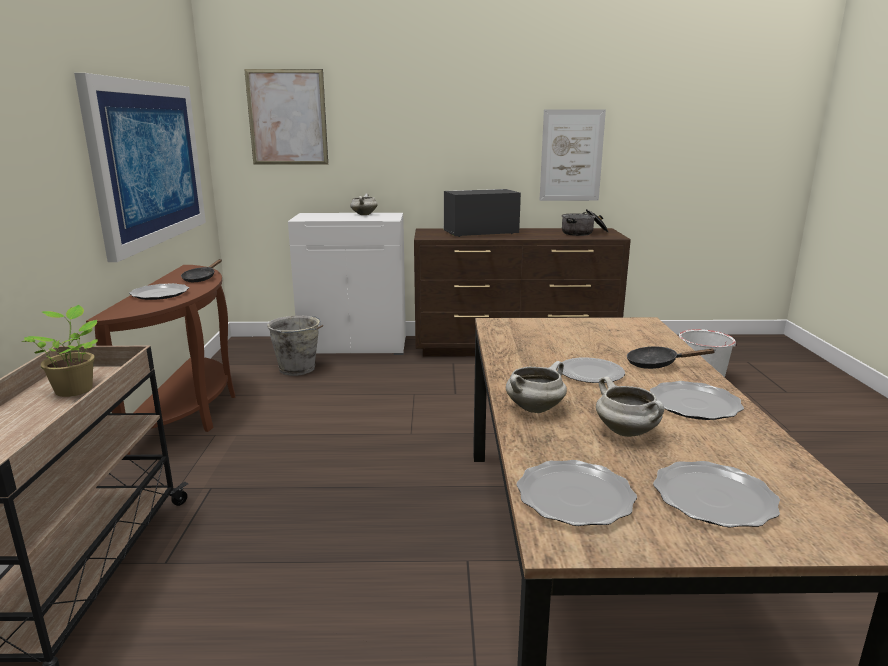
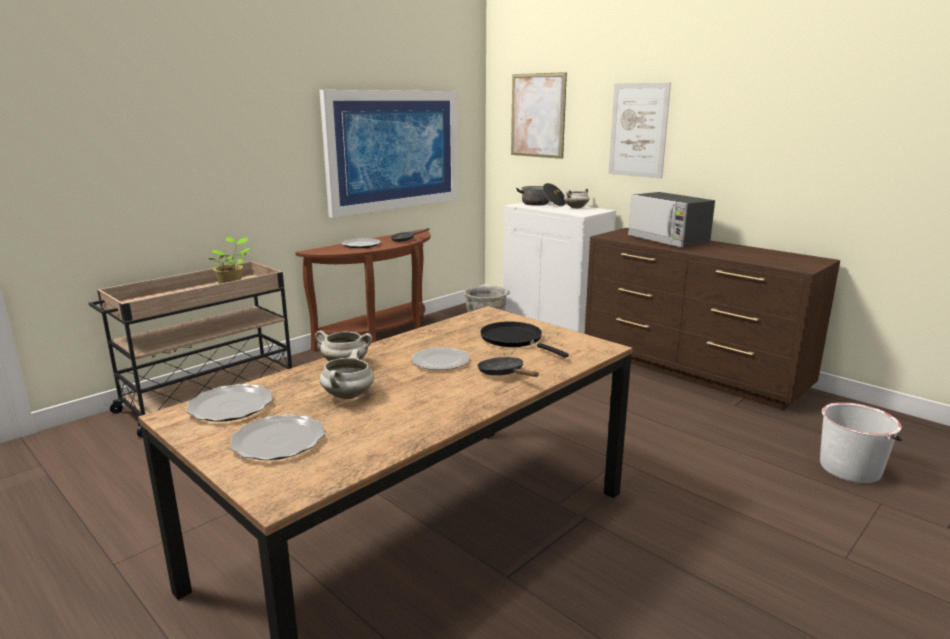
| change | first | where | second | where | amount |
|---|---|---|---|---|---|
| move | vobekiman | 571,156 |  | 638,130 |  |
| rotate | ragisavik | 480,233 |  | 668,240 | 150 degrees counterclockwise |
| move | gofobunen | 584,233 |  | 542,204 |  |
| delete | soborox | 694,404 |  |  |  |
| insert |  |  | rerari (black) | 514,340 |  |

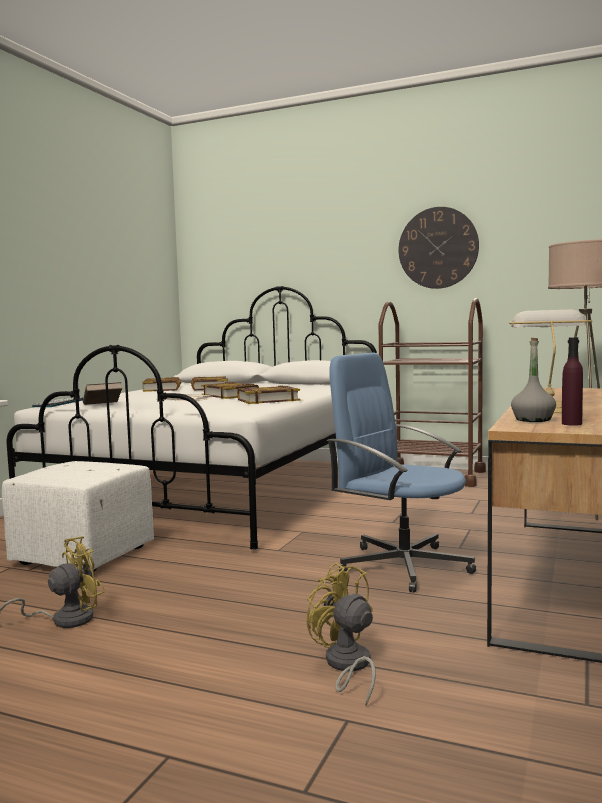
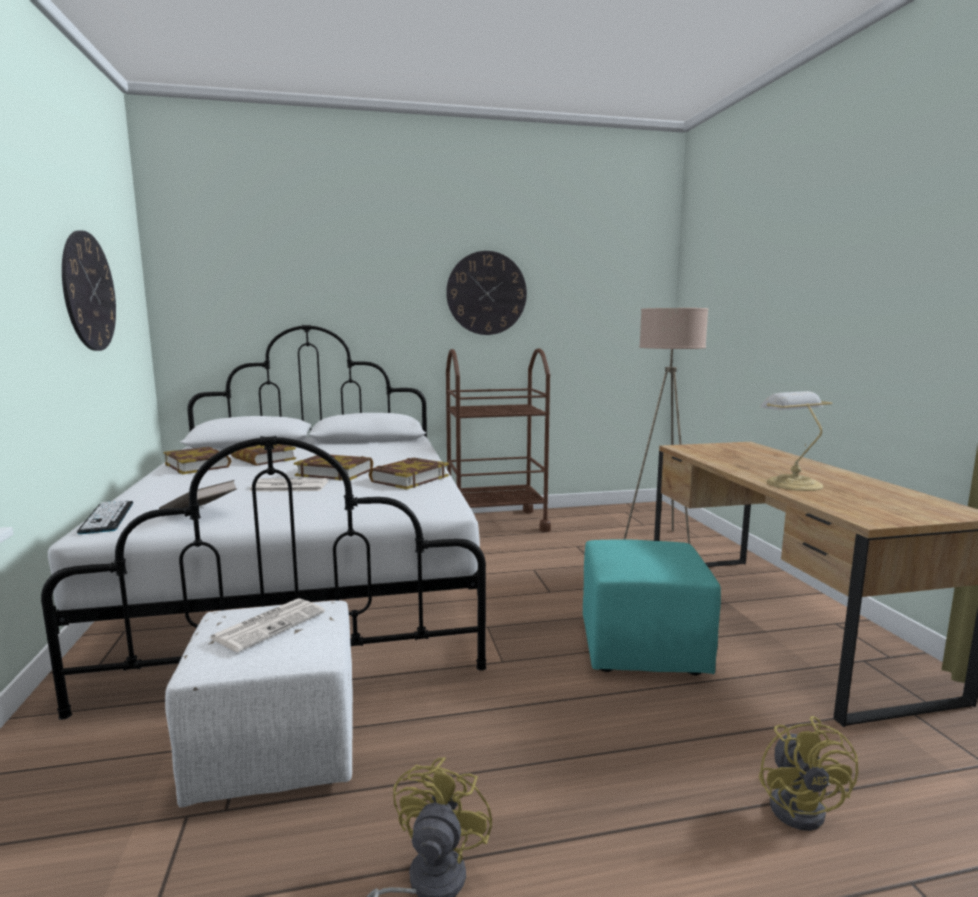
| change | first | where | second | where | amount |
|---|---|---|---|---|---|
| delete | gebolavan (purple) | 571,424 |  |  |  |
| delete | gebolavan (grey) | 533,419 |  |  |  |
| replace | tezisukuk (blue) | 402,565 | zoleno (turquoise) | 641,647 |  |
| rotate | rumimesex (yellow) | 346,666 |  | 802,806 | 105 degrees counterclockwise |
| insert |  |  | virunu | 89,292 |  |
| insert |  |  | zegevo | 269,624 |  |

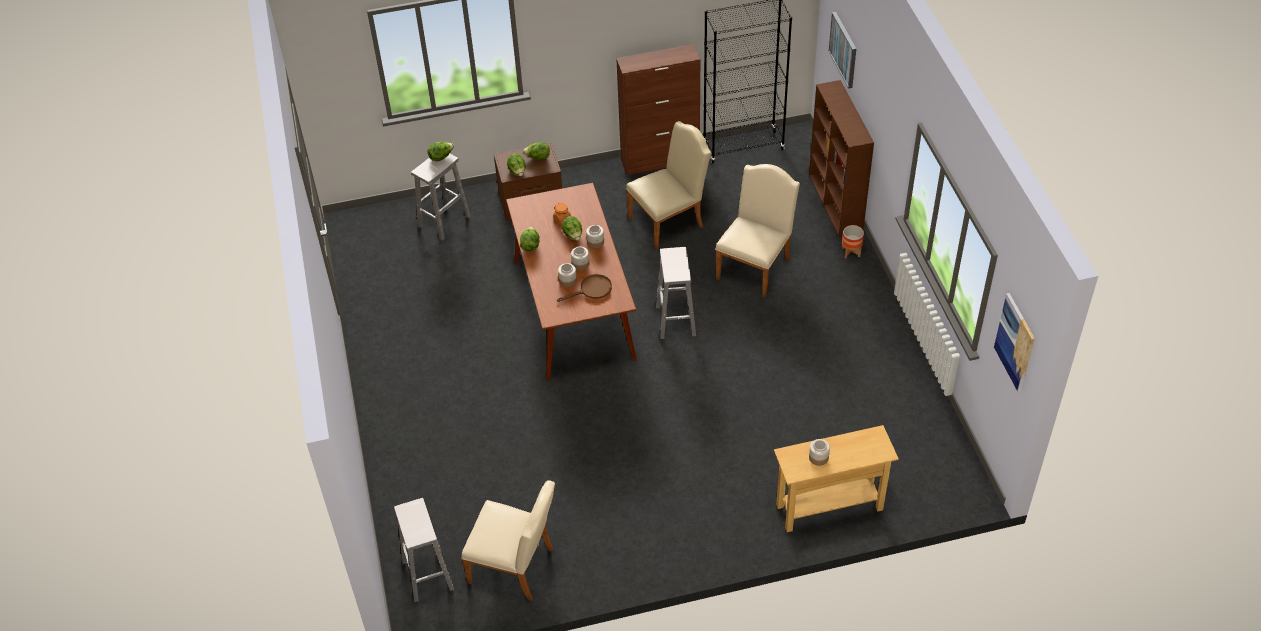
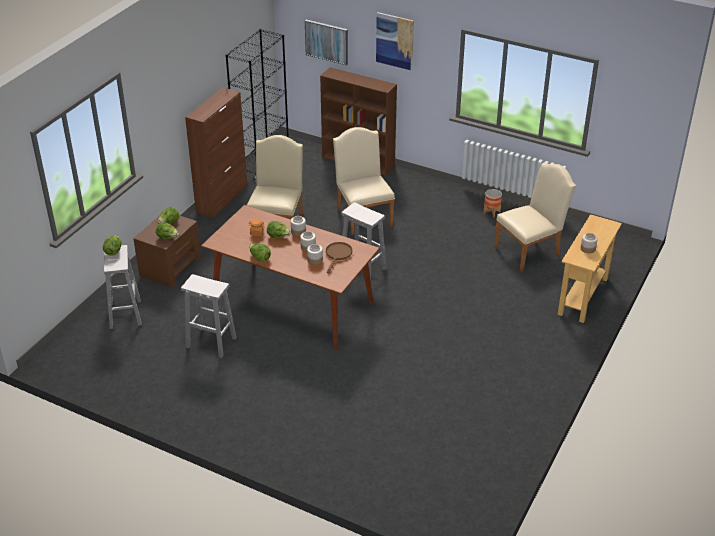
| change | first | where | second | where | amount |
|---|---|---|---|---|---|
| move | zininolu | 851,252 |  | 491,212 |  |
| move | vobekiman | 1015,342 |  | 395,41 |  |
| move | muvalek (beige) | 516,567 |  | 530,250 |  |
| move | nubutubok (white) | 427,574 |  | 210,342 |  |

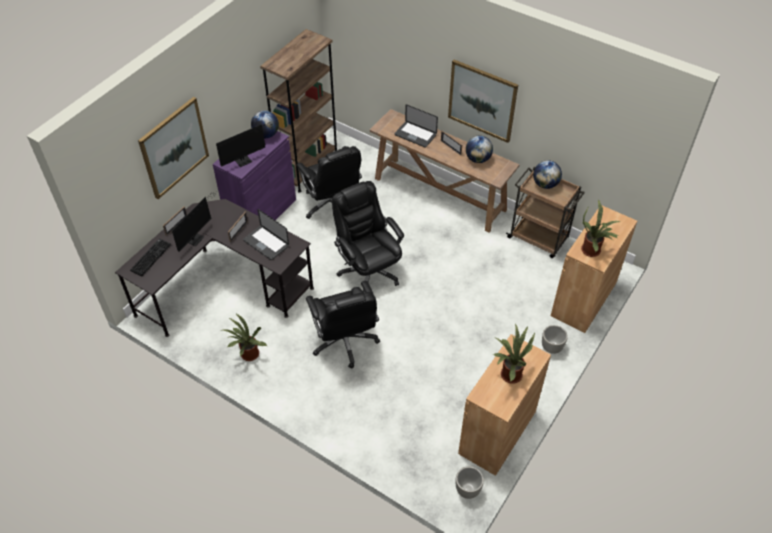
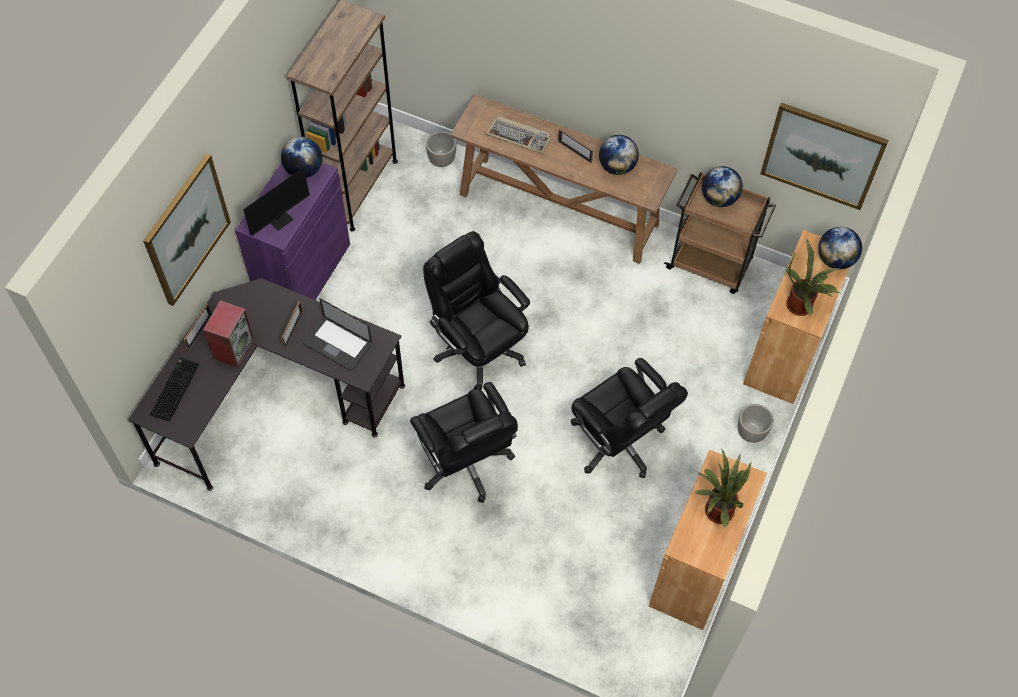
| change | first | where | second | where | amount |
|---|---|---|---|---|---|
| move | vobekiman | 482,100 |  | 822,155 |  |
| replace | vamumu | 415,135 | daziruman | 519,136 |  |
| move | tezisukuk (black) | 332,205 |  | 618,442 |  |
| replace | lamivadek | 196,237 | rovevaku | 233,347 |  |
| delete | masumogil | 248,355 |  |  |  |
| move | zininolu (grey) | 468,490 |  | 442,160 |  |
| insert |  |  | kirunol | 835,259 |  |

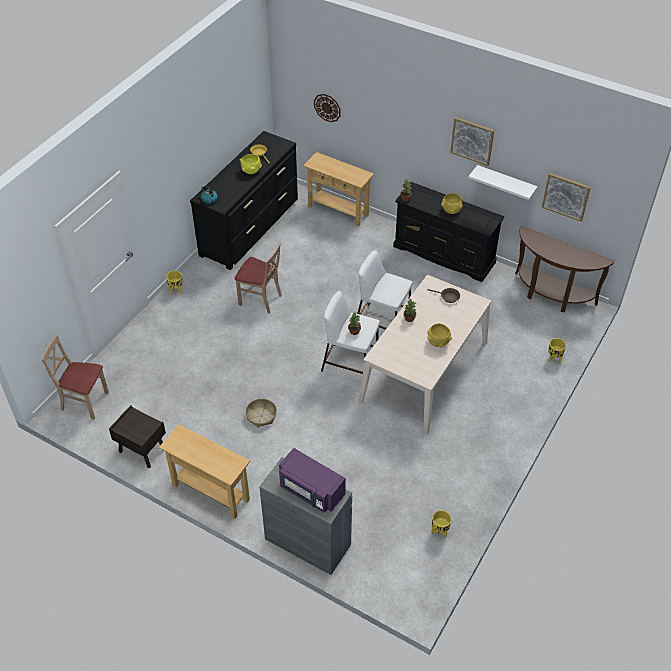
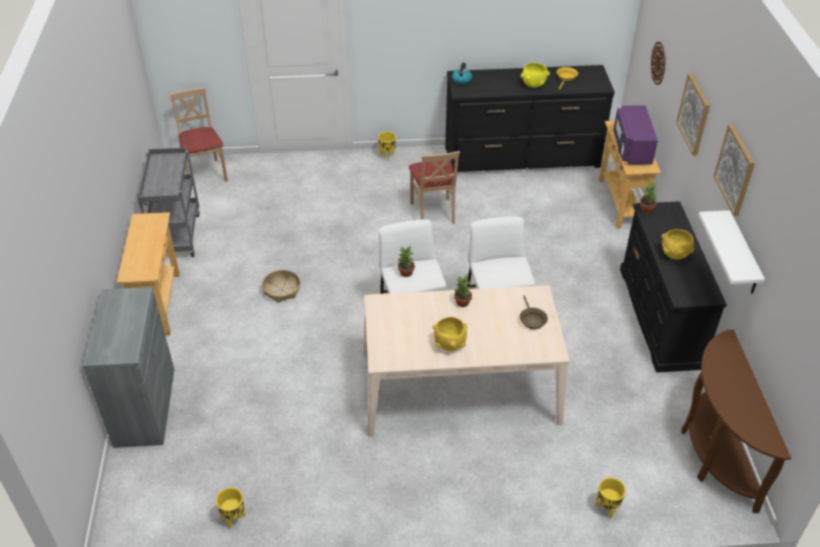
| change | first | where | second | where | amount |
|---|---|---|---|---|---|
| move | vobekiman | 566,196 |  | 694,114 |  |
| replace | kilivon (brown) | 142,450 | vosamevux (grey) | 176,234 |  |
| move | ragisavik (purple) | 311,490 |  | 631,148 |  |

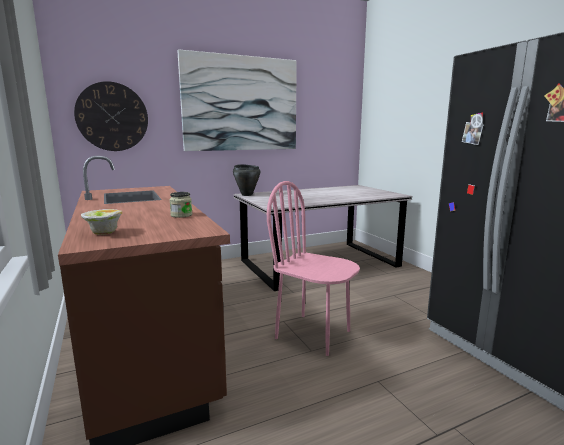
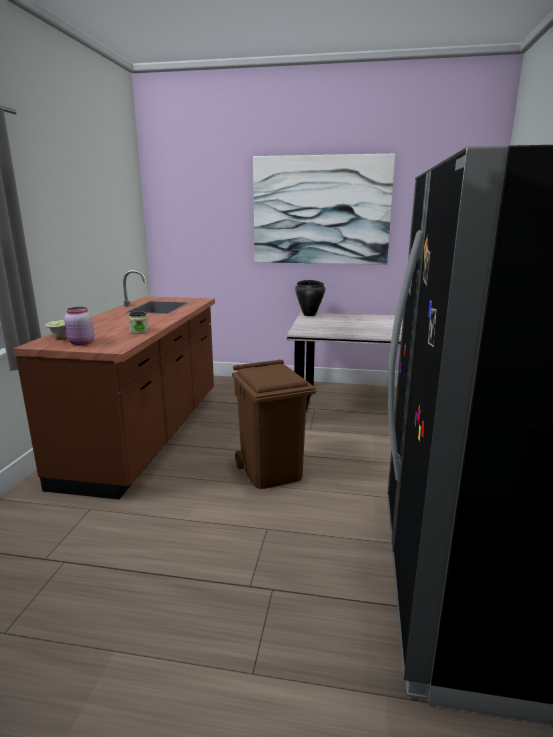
| change | first | where | second | where | amount |
|---|---|---|---|---|---|
| delete | virunu | 112,117 |  |  |  |
| replace | muvalek (pink) | 313,334 | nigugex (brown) | 271,471 |  |
| insert |  |  | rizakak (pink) | 81,343 |  |

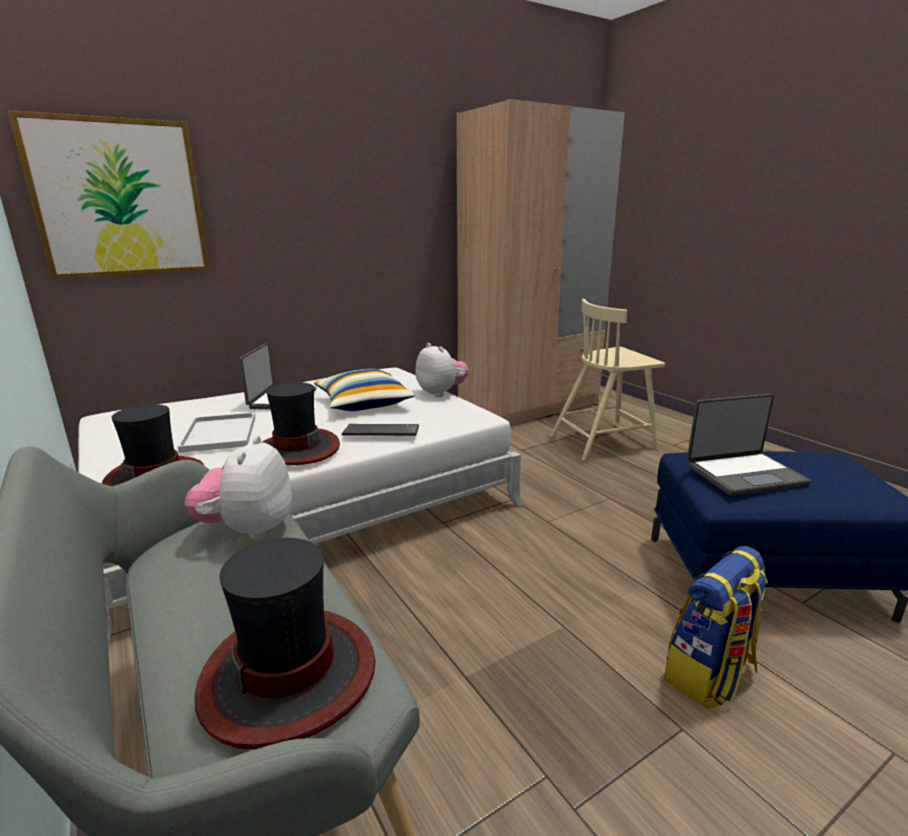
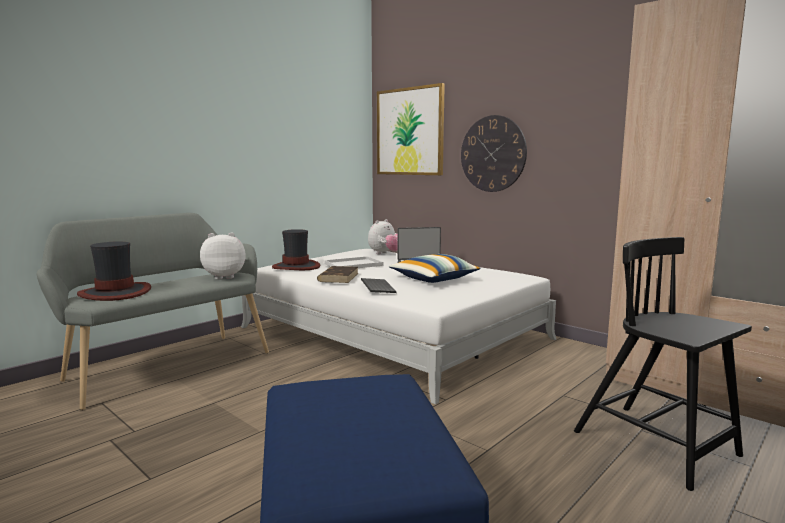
| change | first | where | second | where | amount |
|---|---|---|---|---|---|
| recolor | muvalek (beige) | 603,442 | muvalek (black) | 657,445 |  |
| move | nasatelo | 441,393 |  | 385,254 |  |
| replace | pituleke | 297,449 | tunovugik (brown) | 338,277 |  |
| delete | vamumu | 744,474 |  |  |  |
| delete | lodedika | 709,675 |  |  |  |
| insert |  |  | virunu | 493,154 |  |

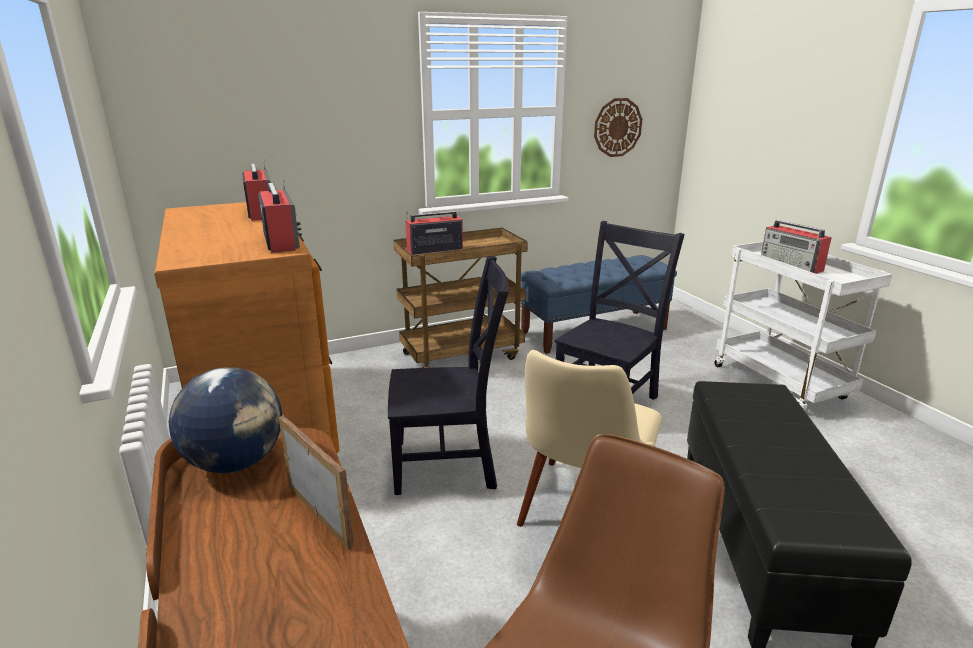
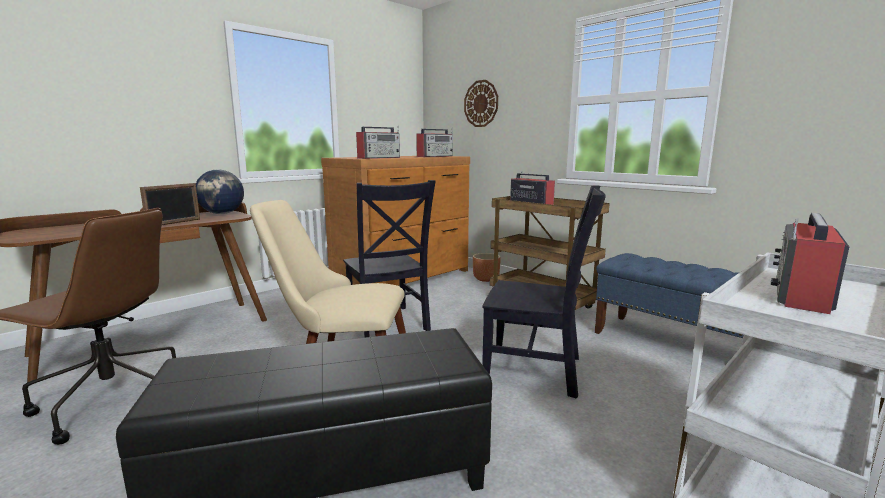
| change | first | where | second | where | amount |
|---|---|---|---|---|---|
| move | virunu | 617,127 |  | 481,103 |  |
| insert |  |  | zininolu (brown) | 485,279 |  |

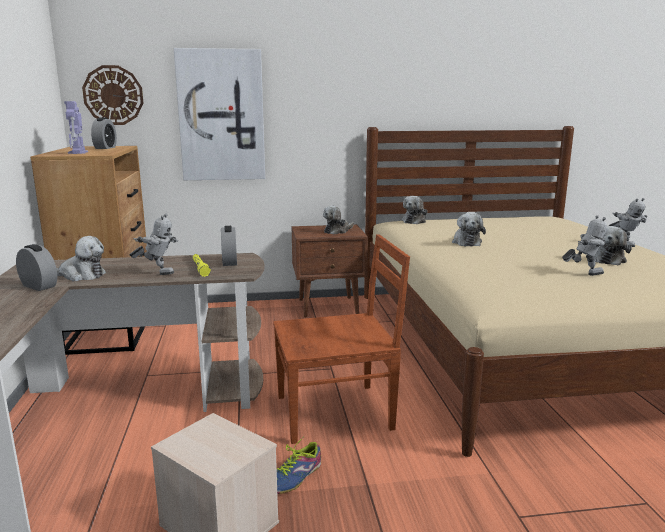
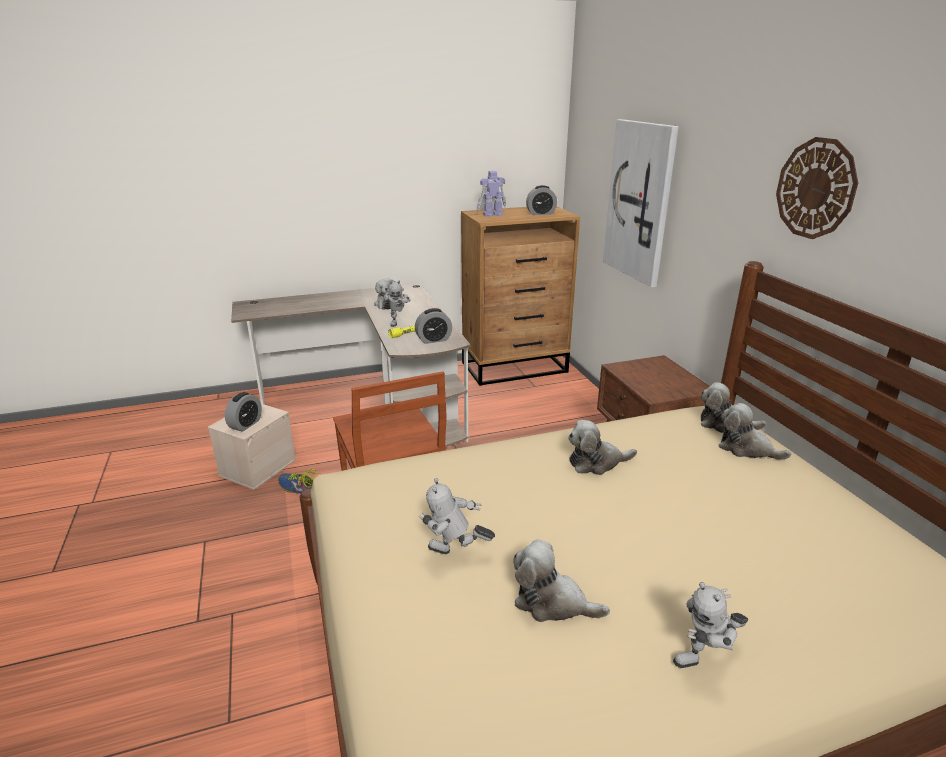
| change | first | where | second | where | amount |
|---|---|---|---|---|---|
| move | virunu | 113,95 |  | 815,188 |  |
| move | nasatelo | 337,231 |  | 746,449 |  |
| rotate | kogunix | 583,274 |  | 454,556 | 120 degrees clockwise |
| move | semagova | 39,286 |  | 245,424 |  |

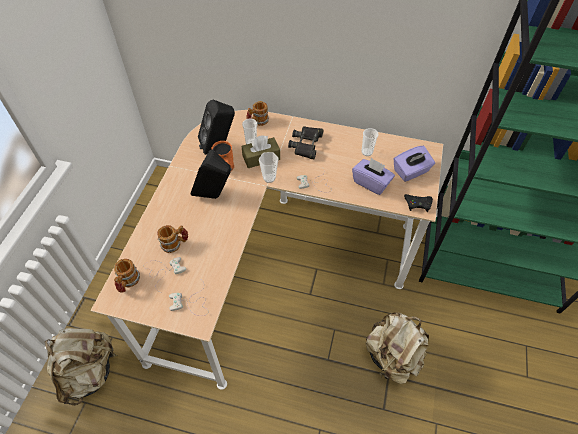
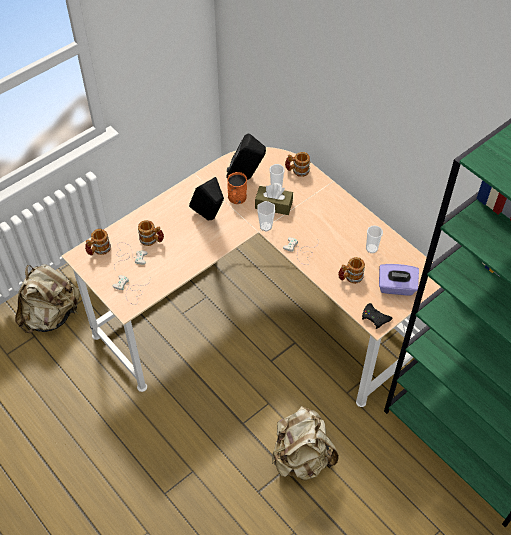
| change | first | where | second | where | amount |
|---|---|---|---|---|---|
| delete | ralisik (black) | 306,144 |  |  |  |
| replace | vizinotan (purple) | 371,183 | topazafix | 350,277 |  |

